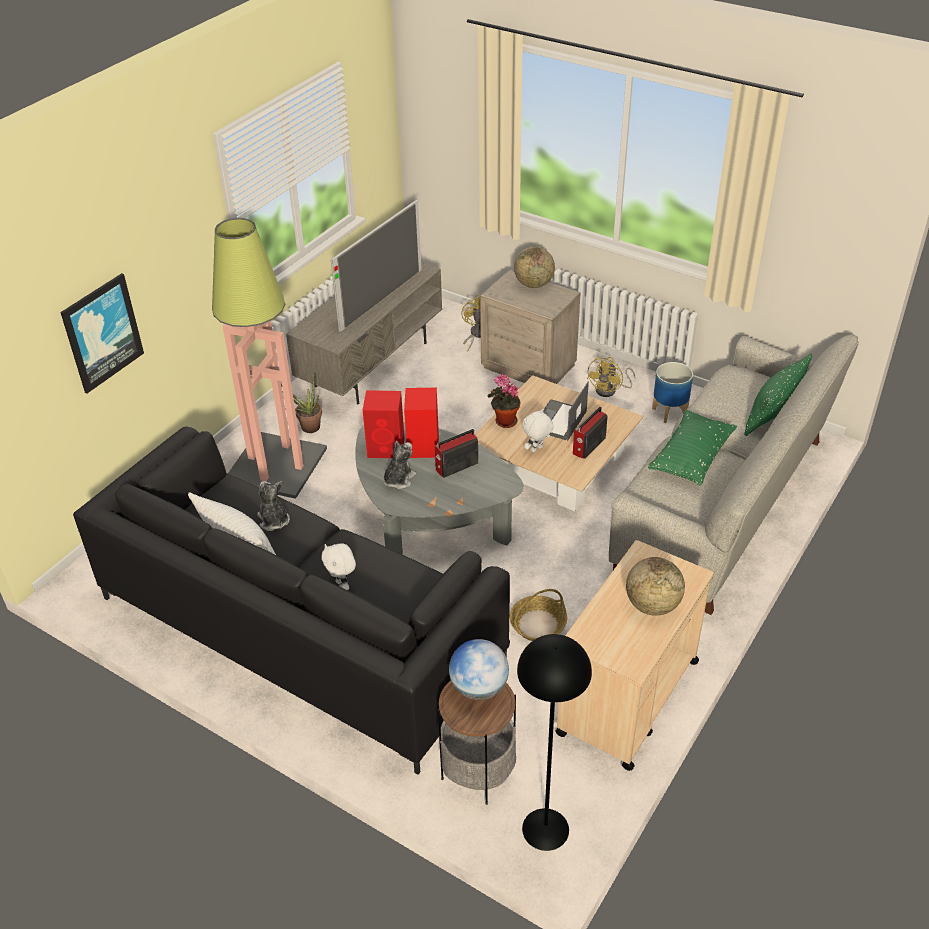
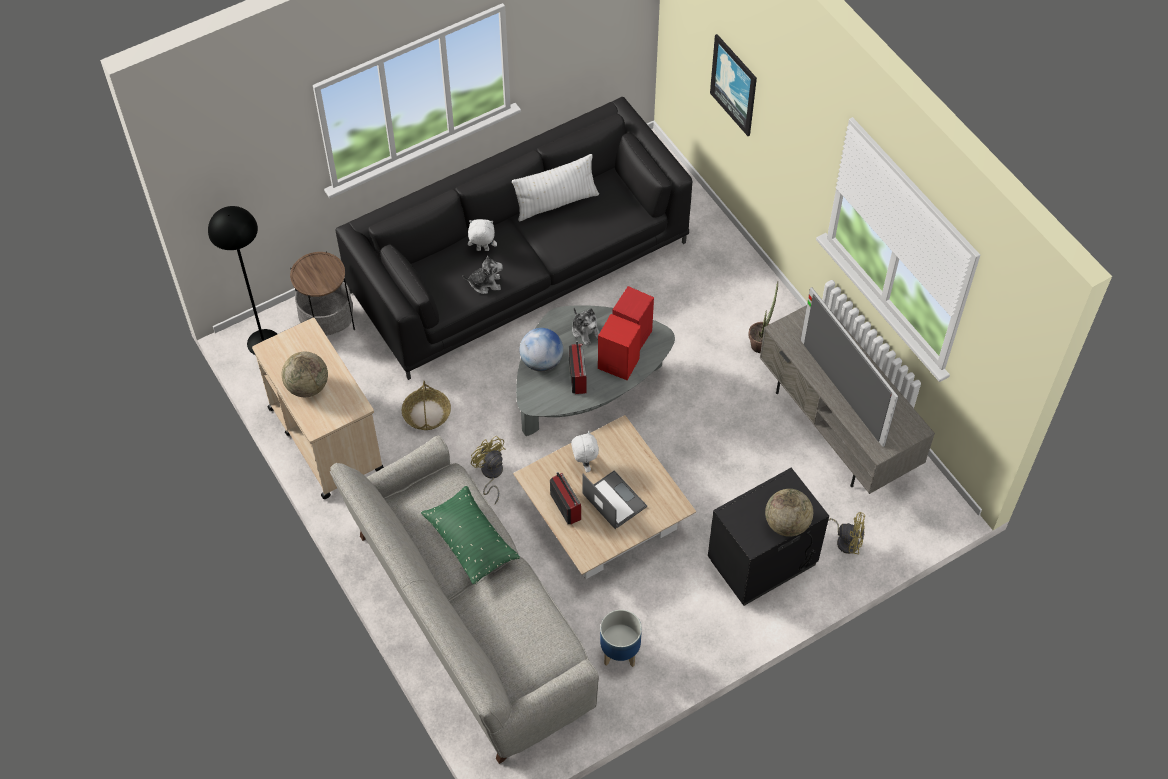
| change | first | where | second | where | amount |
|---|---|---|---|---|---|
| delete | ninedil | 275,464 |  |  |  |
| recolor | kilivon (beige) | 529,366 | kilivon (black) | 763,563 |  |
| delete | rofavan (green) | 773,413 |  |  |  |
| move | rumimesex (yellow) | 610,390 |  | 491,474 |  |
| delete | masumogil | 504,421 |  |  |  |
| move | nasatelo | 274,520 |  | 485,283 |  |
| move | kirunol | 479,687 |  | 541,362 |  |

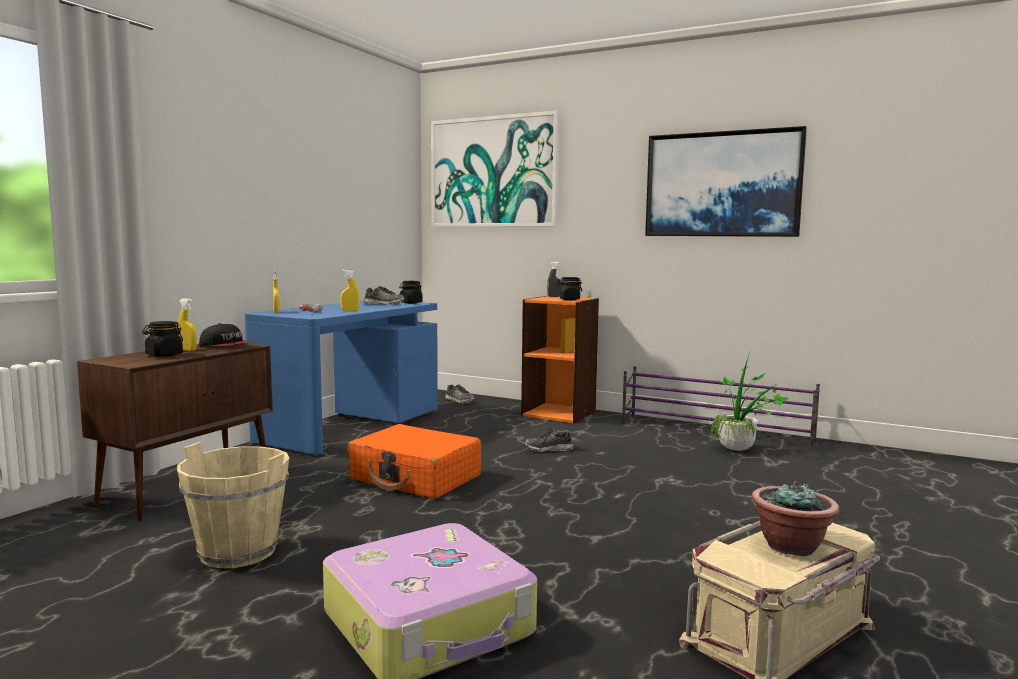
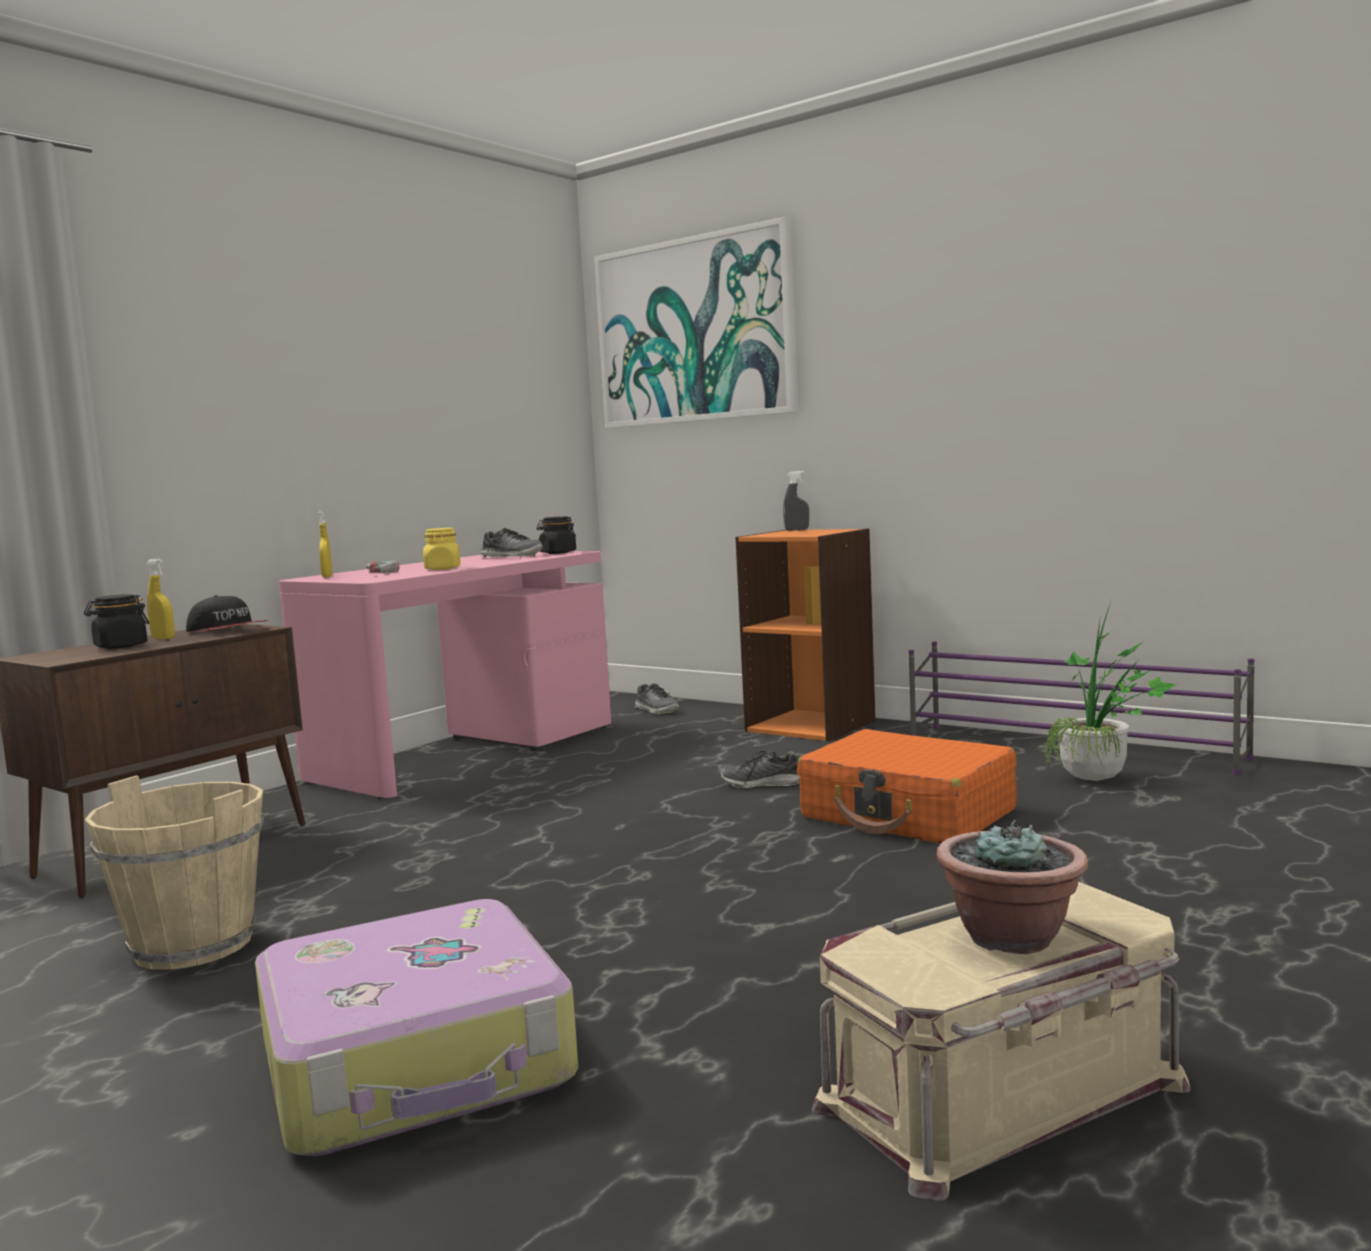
| change | first | where | second | where | amount |
|---|---|---|---|---|---|
| delete | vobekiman | 722,184 |  |  |  |
| replace | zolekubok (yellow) | 350,310 | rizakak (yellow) | 443,568 |  |
| delete | rizakak (black) | 569,299 |  |  |  |
| recolor | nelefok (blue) | 351,425 | nelefok (pink) | 466,753 |  |
| move | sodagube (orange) | 416,477 |  | 908,814 |  |

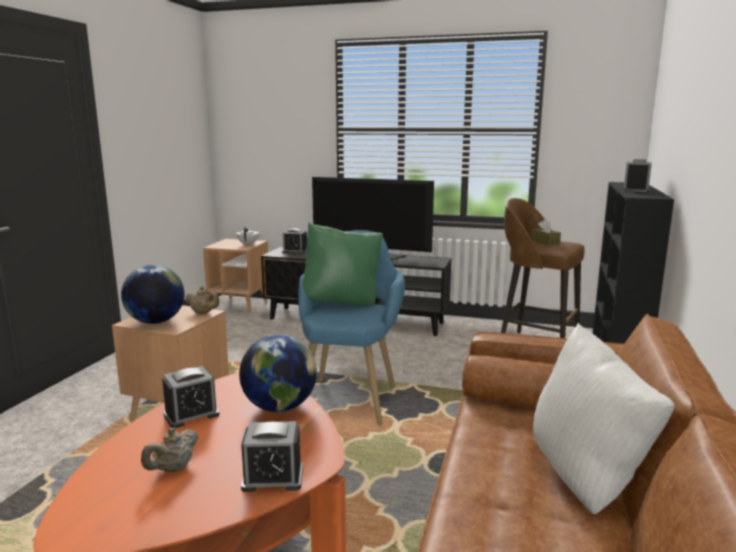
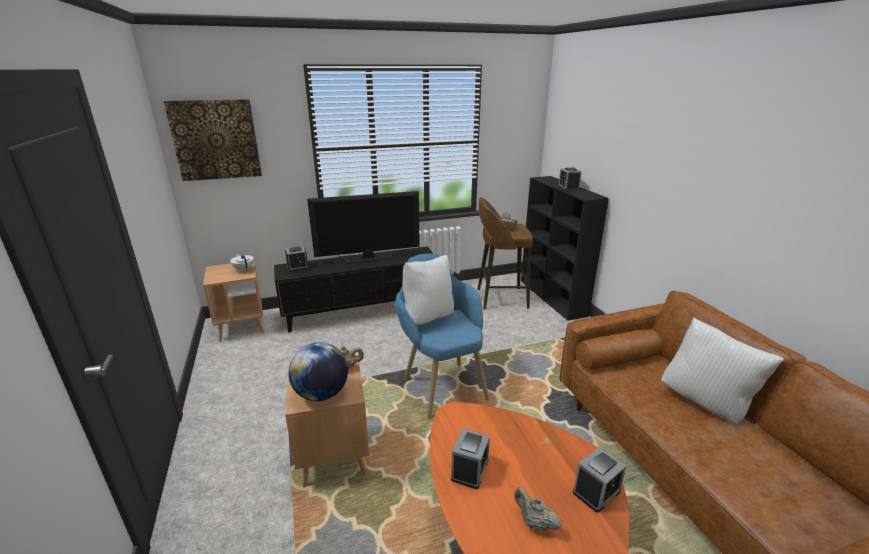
| change | first | where | second | where | amount |
|---|---|---|---|---|---|
| recolor | rofavan (green) | 342,303 | rofavan (white) | 428,318 |  |
| delete | kirunol | 279,407 |  |  |  |
| rotate | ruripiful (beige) | 173,469 |  | 534,522 | 135 degrees clockwise |
| insert |  |  | vobekiman | 216,140 |  |

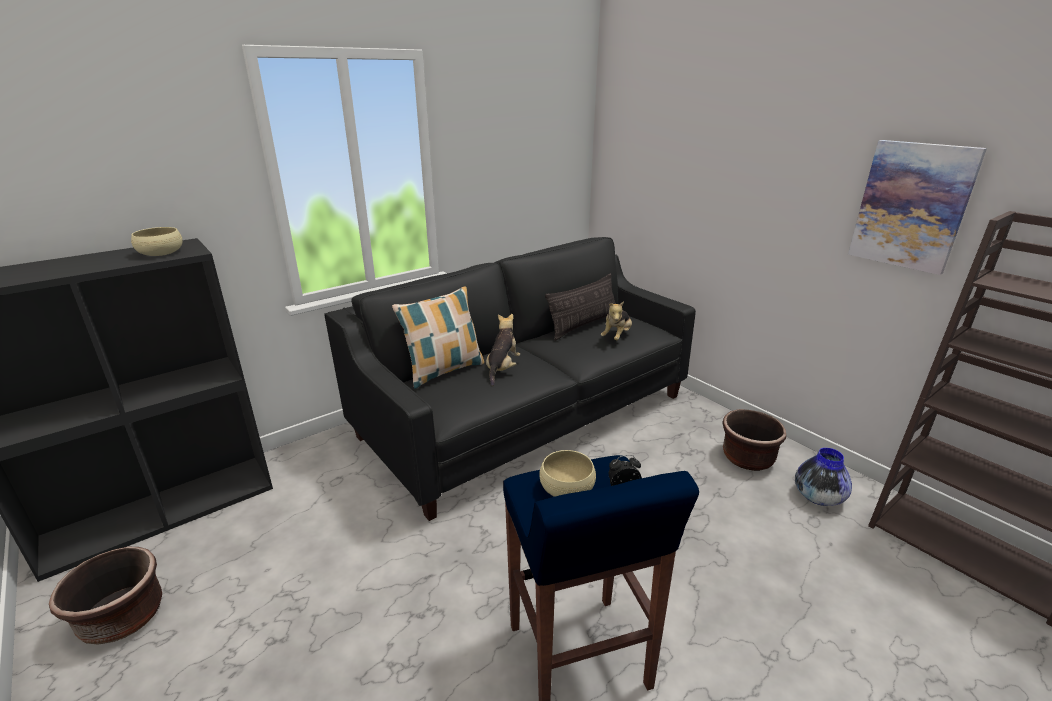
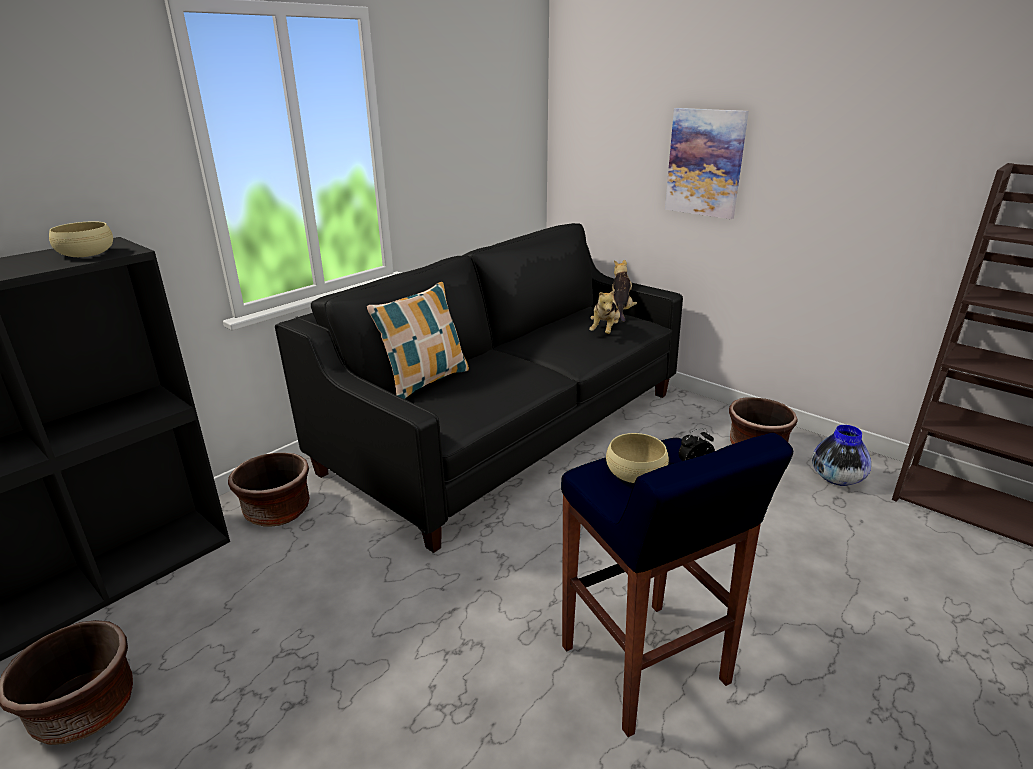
| change | first | where | second | where | amount |
|---|---|---|---|---|---|
| move | vobekiman | 911,206 |  | 705,163 |  |
| delete | rofavan | 584,325 |  |  |  |
| move | nasatelo | 502,369 |  | 620,310 |  |
| insert |  |  | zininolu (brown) | 277,512 |  |

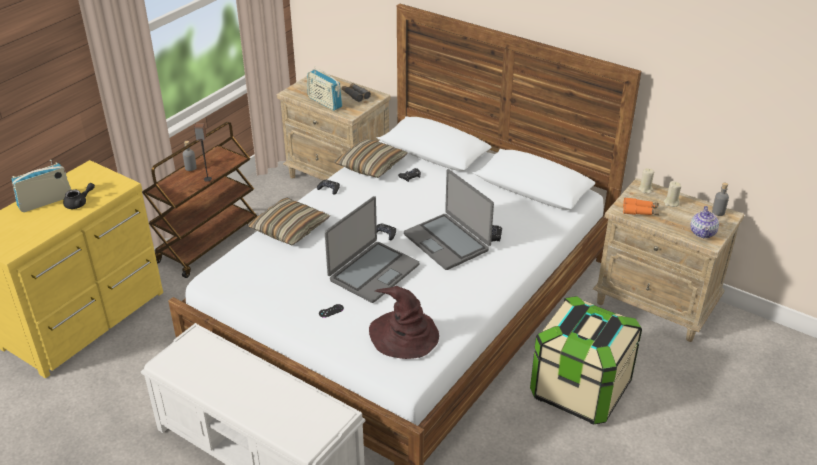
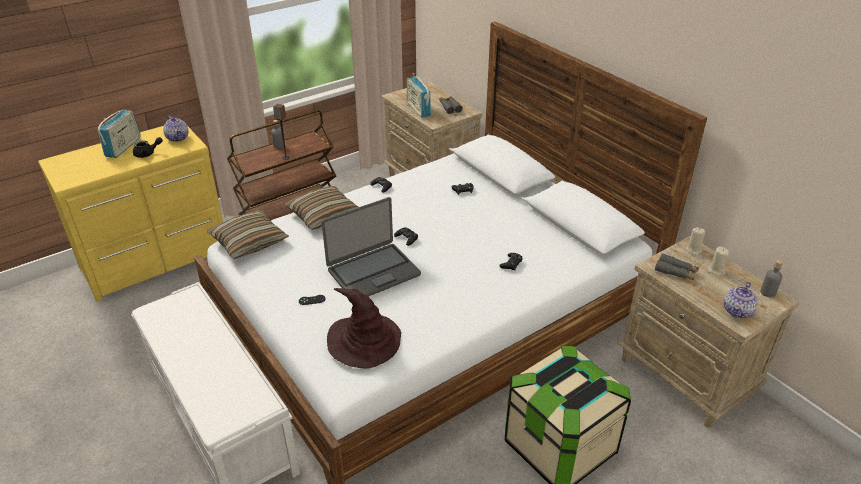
| change | first | where | second | where | amount |
|---|---|---|---|---|---|
| move | rofavan | 371,165 |  | 249,242 |  |
| rotate | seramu | 45,201 |  | 123,147 | 120 degrees clockwise |
| delete | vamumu | 447,242 |  |  |  |
| recolor | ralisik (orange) | 640,211 | ralisik (grey) | 676,272 |  |
| insert |  |  | ruripiful | 178,138 |  |

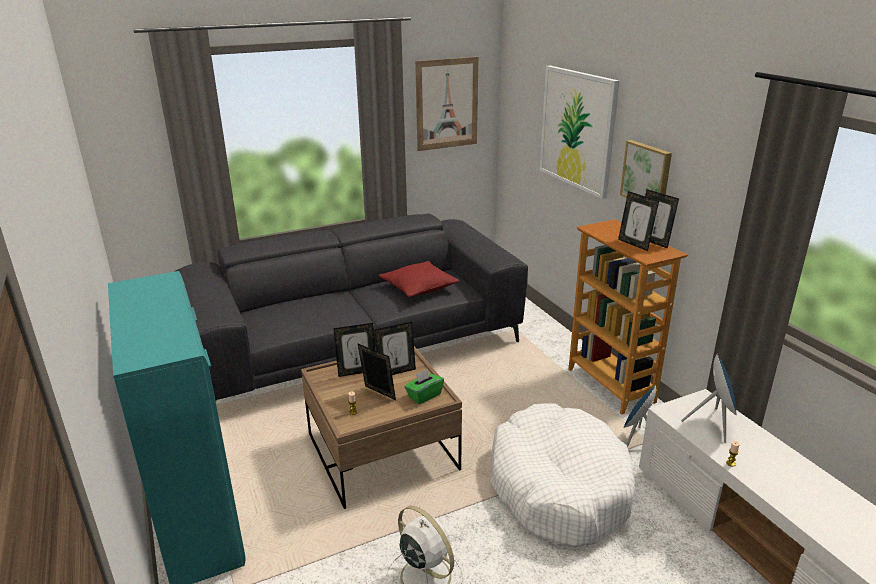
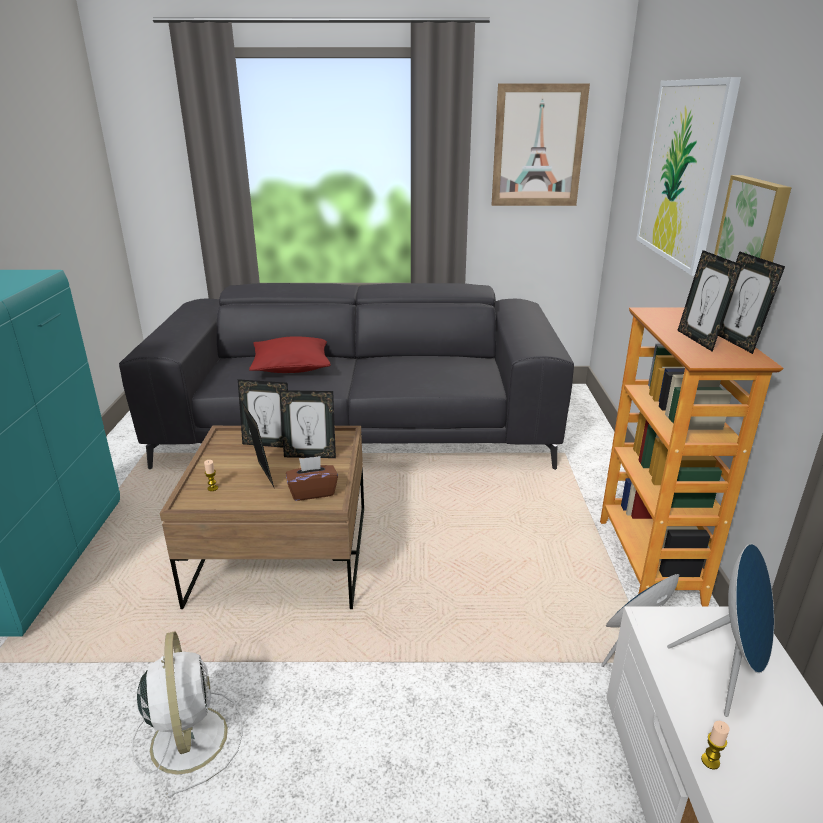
| change | first | where | second | where | amount |
|---|---|---|---|---|---|
| move | rofavan (red) | 419,288 |  | 292,366 |  |
| recolor | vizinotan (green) | 424,395 | vizinotan (brown) | 312,492 |  |
| delete | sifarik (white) | 558,487 |  |  |  |

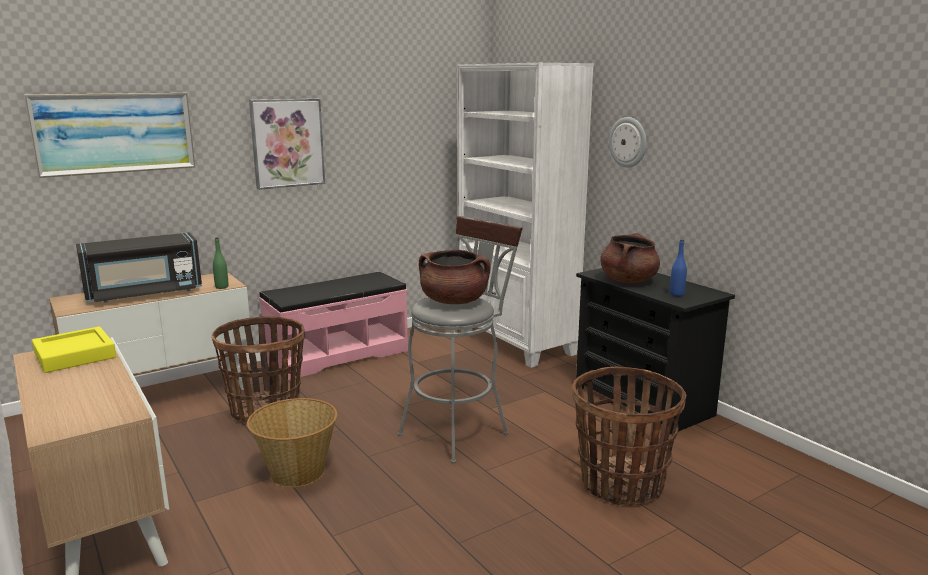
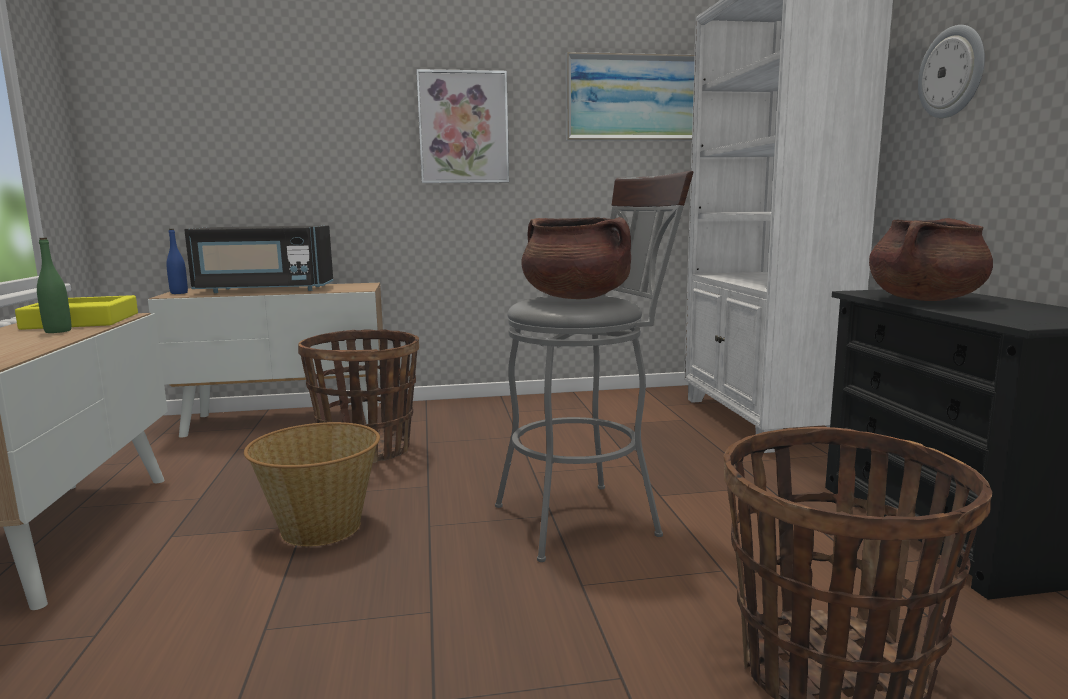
| change | first | where | second | where | amount |
|---|---|---|---|---|---|
| move | vobekiman | 114,133 |  | 640,98 |  |
| move | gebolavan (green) | 222,287 |  | 58,331 |  |
| move | gebolavan (blue) | 676,294 |  | 179,293 |  |
| delete | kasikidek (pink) | 337,355 |  |  |  |

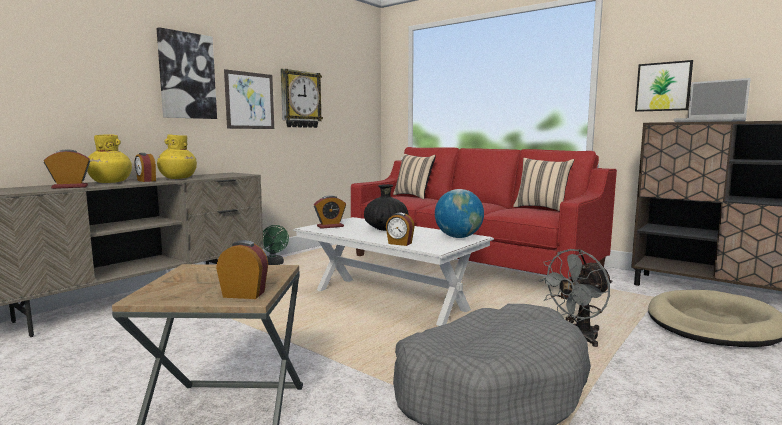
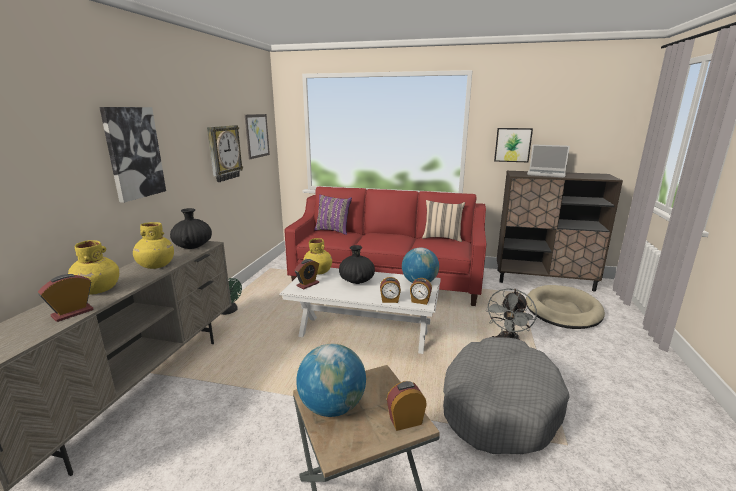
| change | first | where | second | where | amount |
|---|---|---|---|---|---|
| move | vobekiman | 250,100 |  | 257,136 |  |
| move | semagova | 146,181 |  | 420,301 |  |
| recolor | rofavan (beige) | 414,196 | rofavan (purple) | 333,230 |  |
| insert |  |  | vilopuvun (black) | 193,246 |  |
| insert |  |  | vilopuvun (yellow) | 318,272 |  |
| insert |  |  | kirunol | 332,407 |  |

